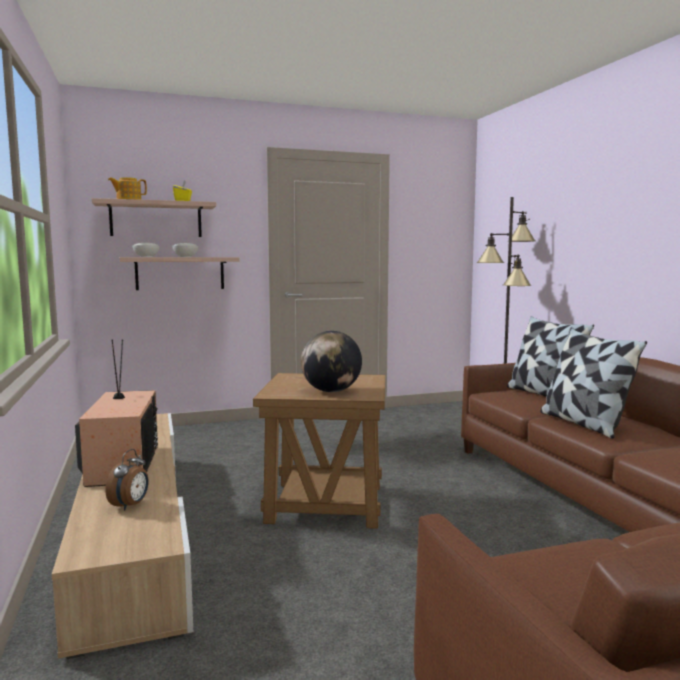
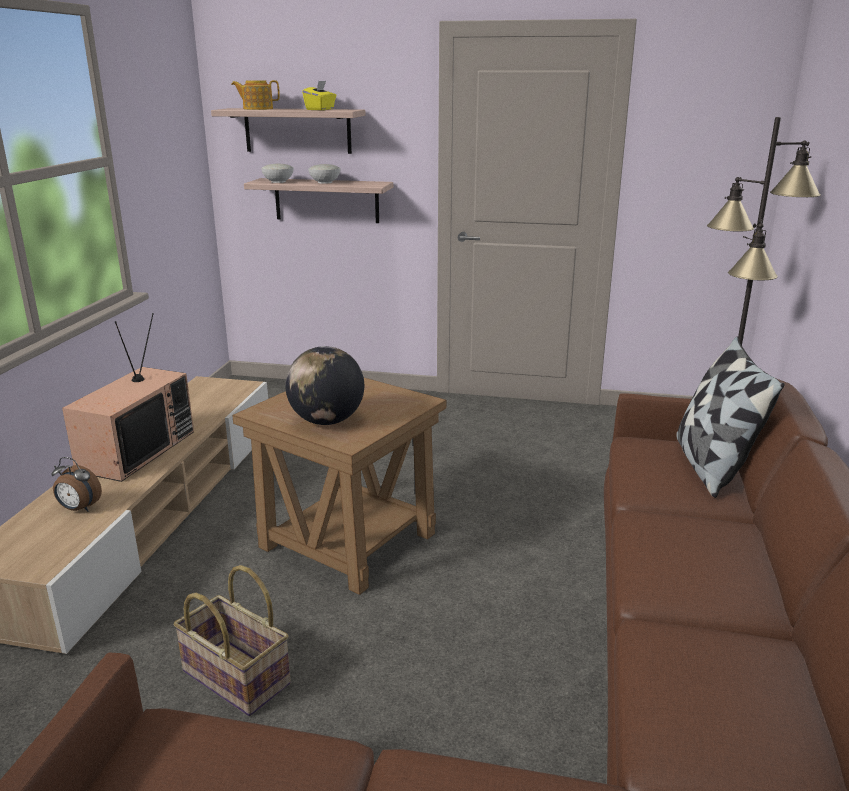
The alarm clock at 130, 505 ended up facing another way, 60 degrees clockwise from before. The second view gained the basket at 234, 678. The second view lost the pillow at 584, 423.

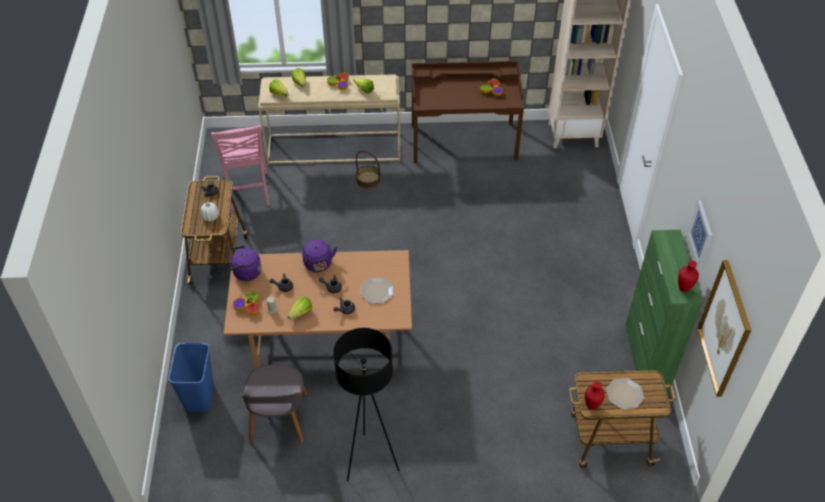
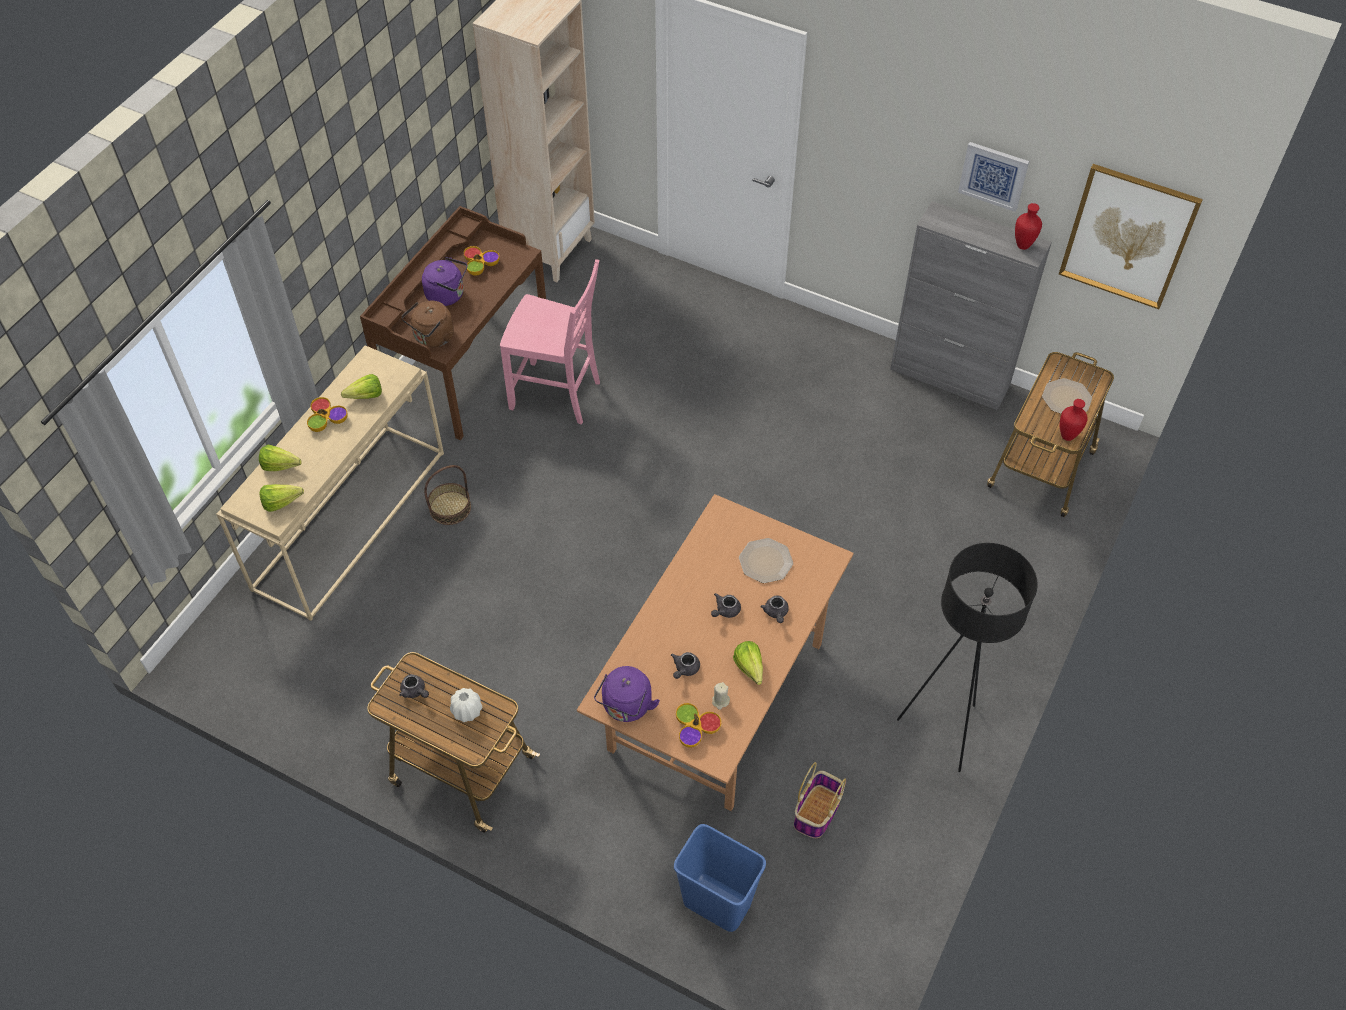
The second view gained the kettle (brown) at 432, 338. The kettle (purple) ended up elsewhere, having gone from 319, 265 to 448, 295. The chair (pink) ended up elsewhere, having gone from 248, 192 to 557, 395. Where the chair (grey) stood at 278, 419, the basket came to stand at 817, 813. What was the cabinet (green) at 646, 359 turned into the cabinet (grey) at 950, 378.

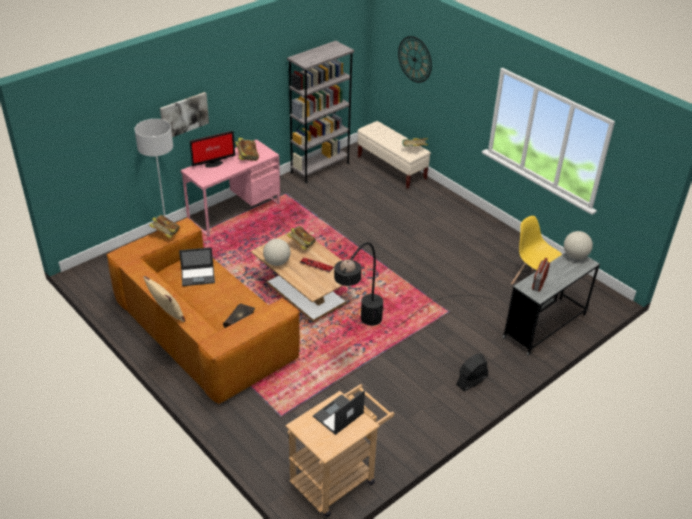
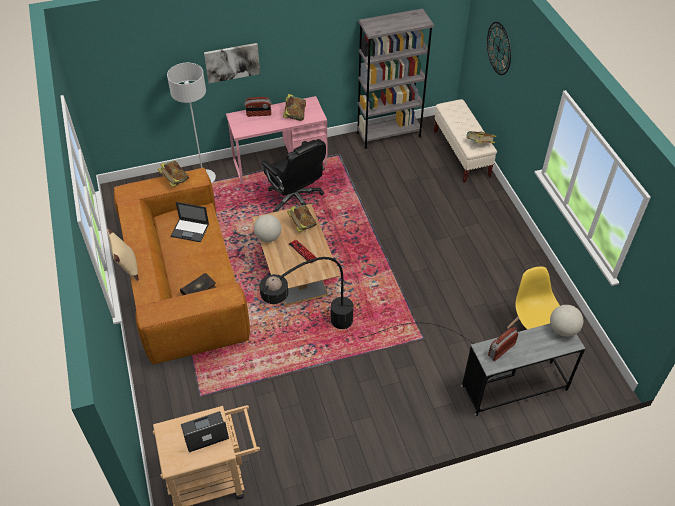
Where the monitor stood at 213, 164, the radio came to stand at 258, 114. The second view gained the office chair (black) at 295, 199. The second view lost the fan (black) at 471, 381.

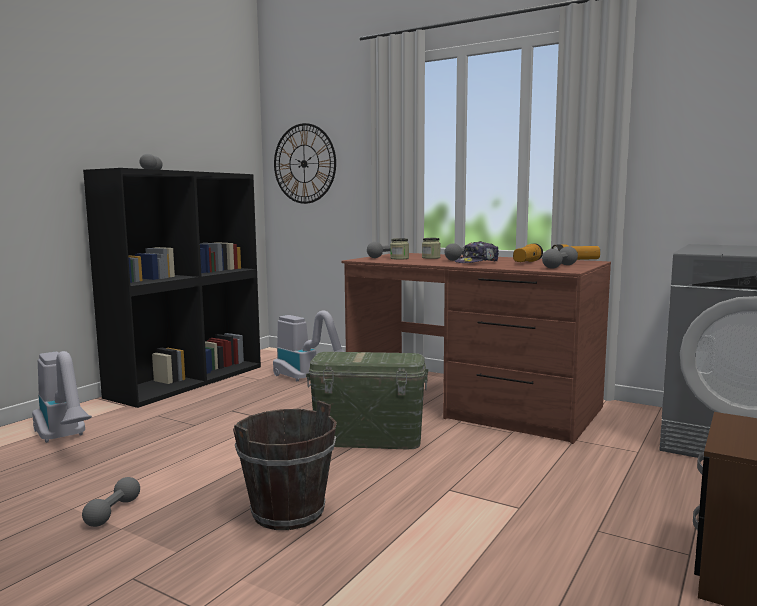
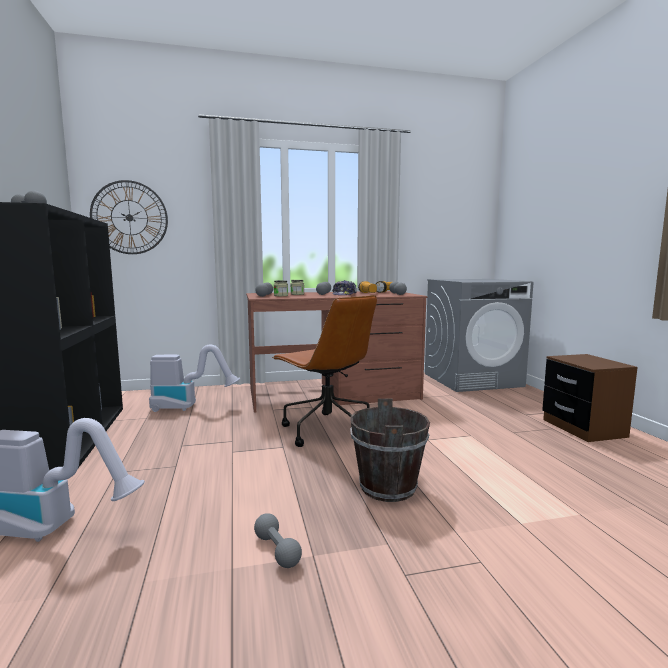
Where the storage box (green) stood at 368, 439, the office chair (brown) came to stand at 326, 430.

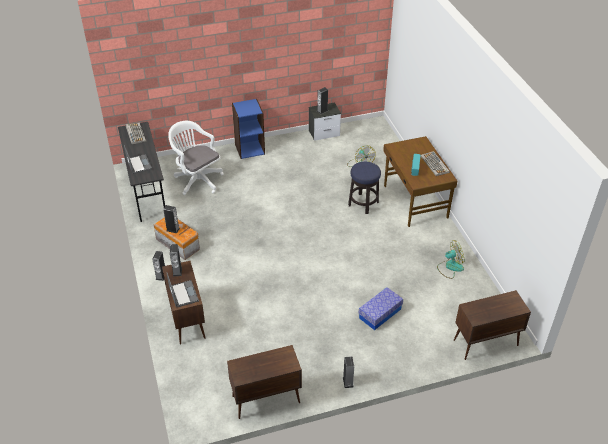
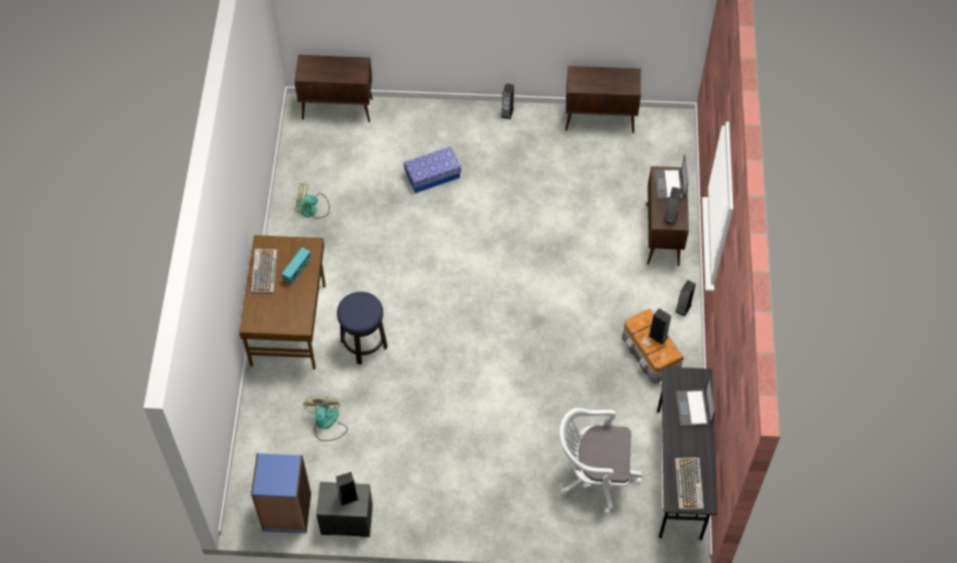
The bookcase (blue) ended up elsewhere, having gone from 249, 149 to 286, 512. The office chair (white) at 197, 179 ended up facing another way, 120 degrees clockwise from before.

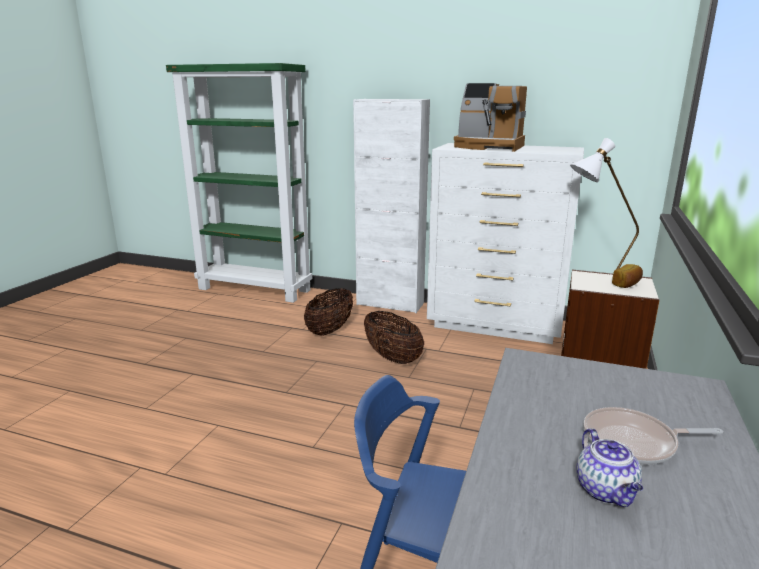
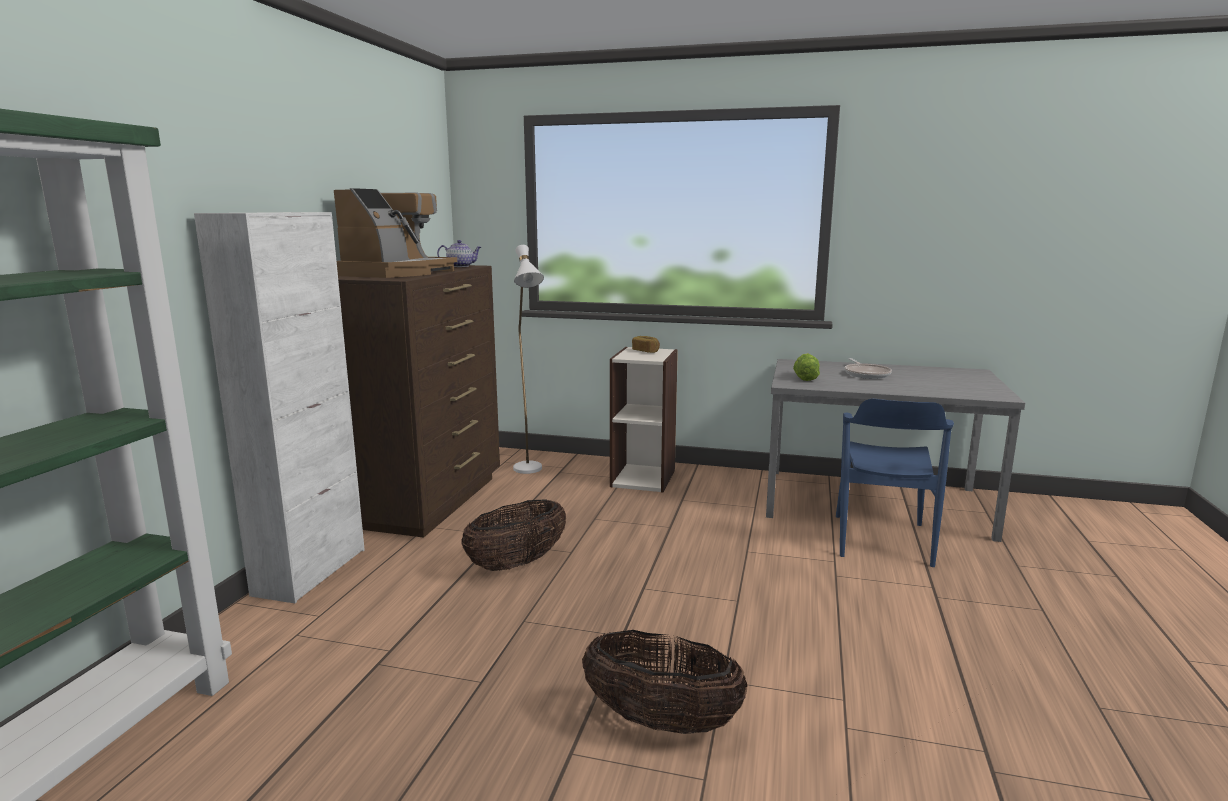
What was the dresser (white) at 496, 325 turned into the dresser (brown) at 431, 501. The teapot ended up elsewhere, having gone from 606, 491 to 461, 266. The basket ended up elsewhere, having gone from 330, 330 to 661, 721. The second view gained the lettuce at 805, 378.

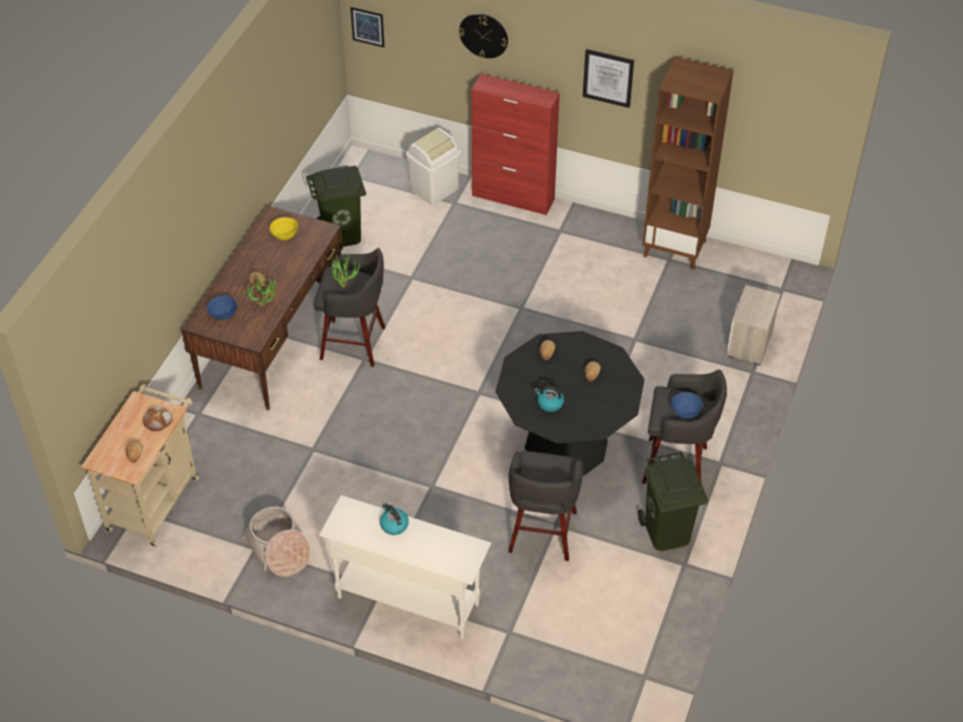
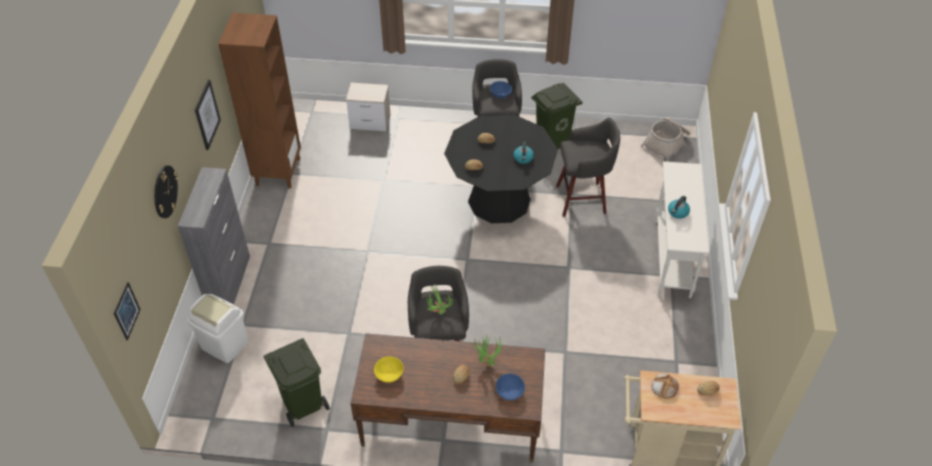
What was the cabinet (red) at 513, 197 turned into the cabinet (grey) at 229, 283. The basket ended up elsewhere, having gone from 279, 549 to 666, 143.

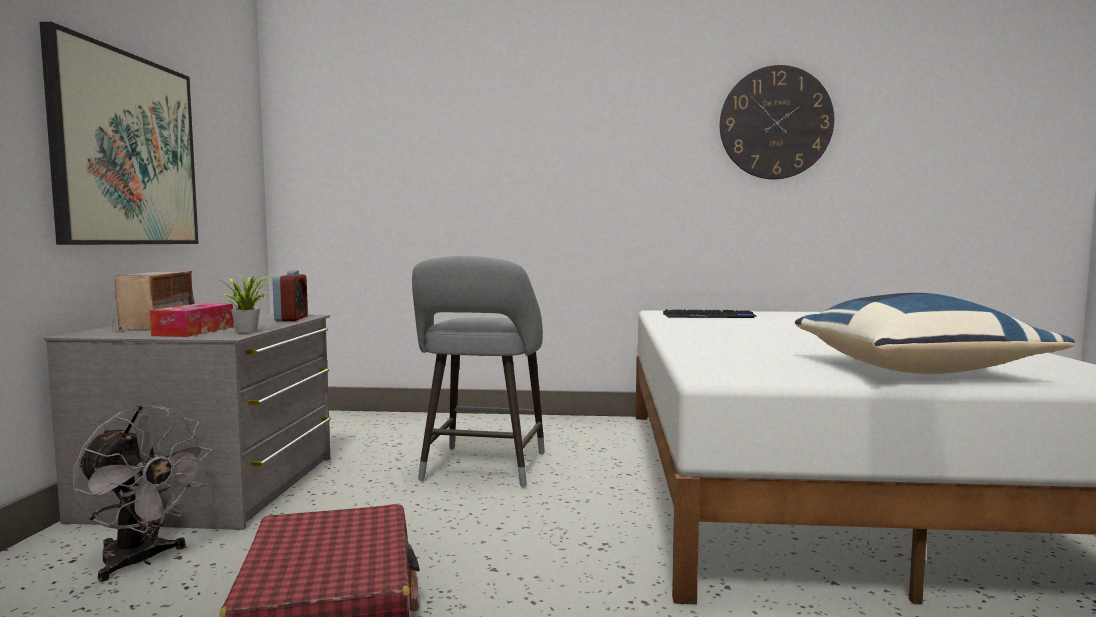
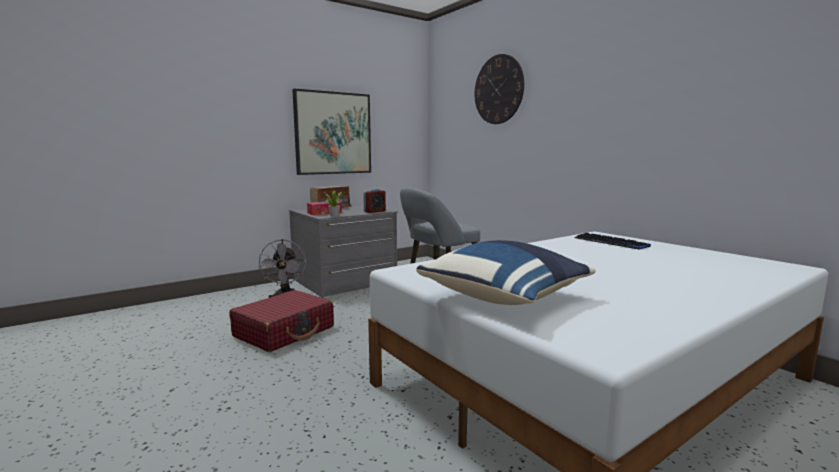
The wall clock ended up elsewhere, having gone from 775, 123 to 498, 89.

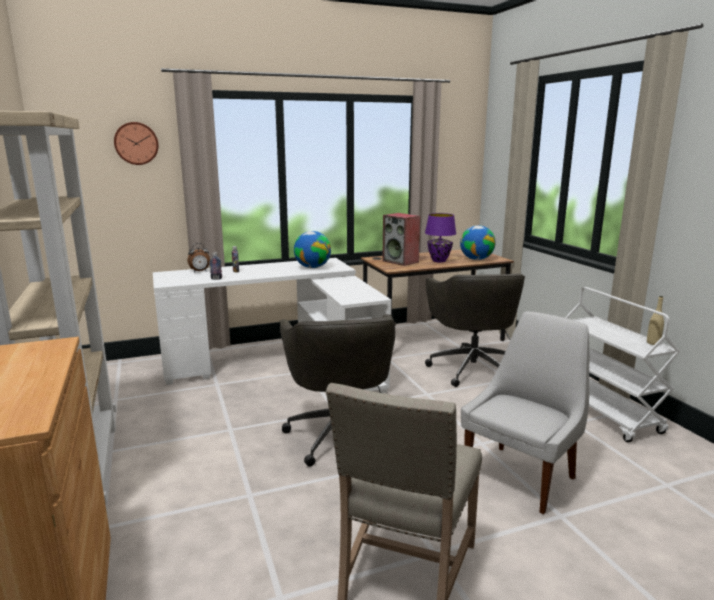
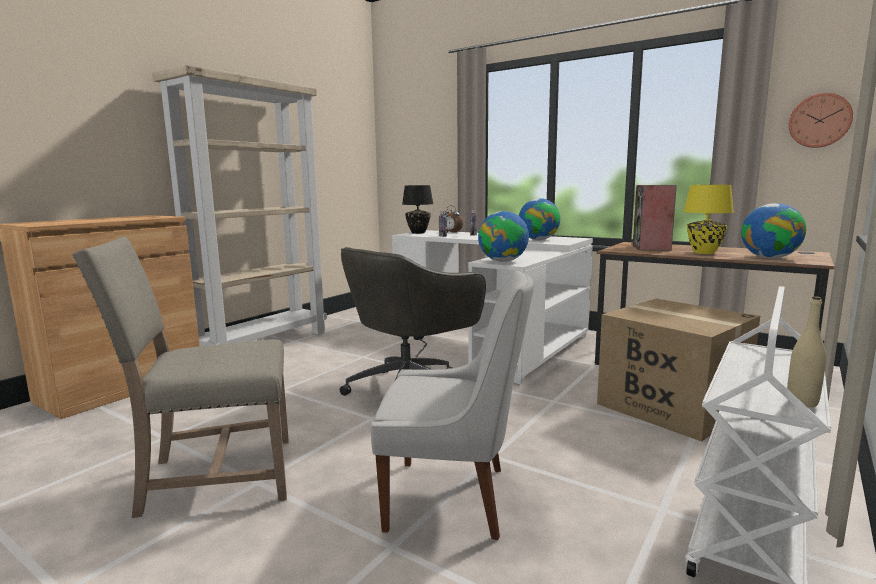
The second view gained the table lamp (black) at 418, 233. The second view gained the globe at 503, 261. Where the office chair (grey) stood at 472, 368, the cardboard box came to stand at 671, 406. What was the table lamp (purple) at 439, 261 turned into the table lamp (yellow) at 704, 252. The wall clock ended up elsewhere, having gone from 136, 143 to 819, 121.

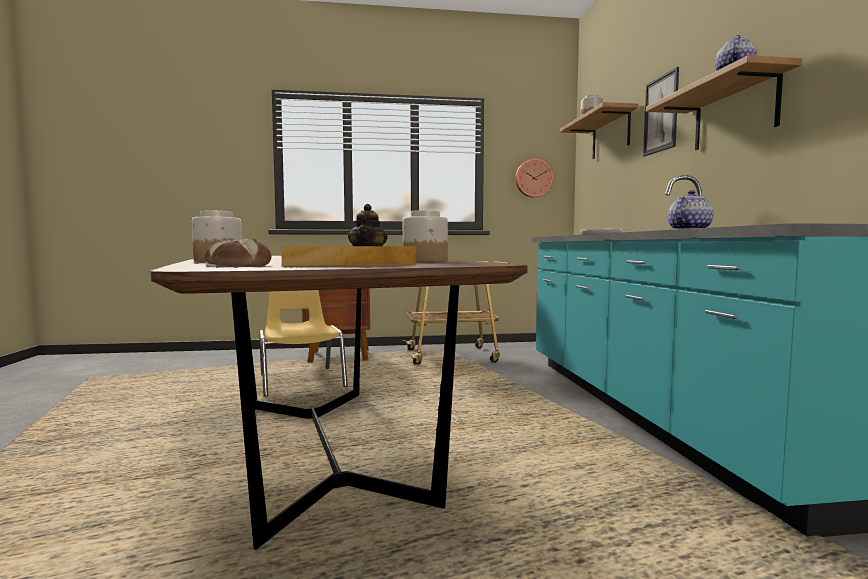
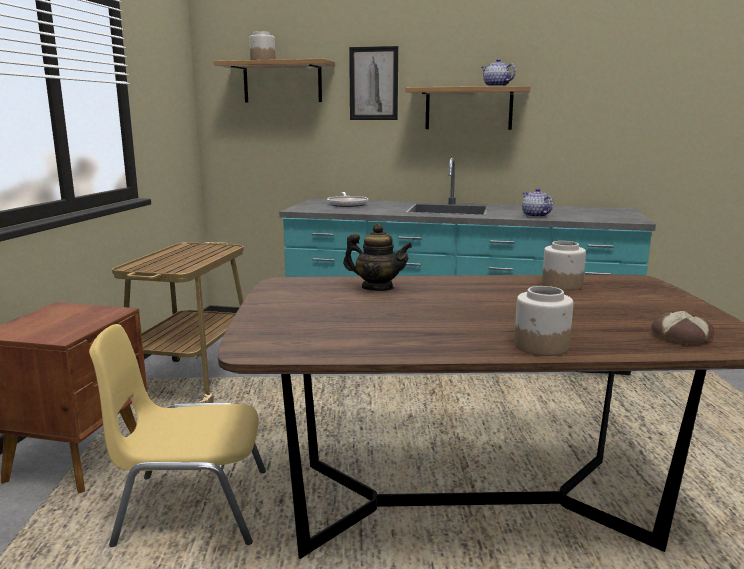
The second view lost the tray (beige) at 346, 262. The second view lost the wall clock at 533, 178.

